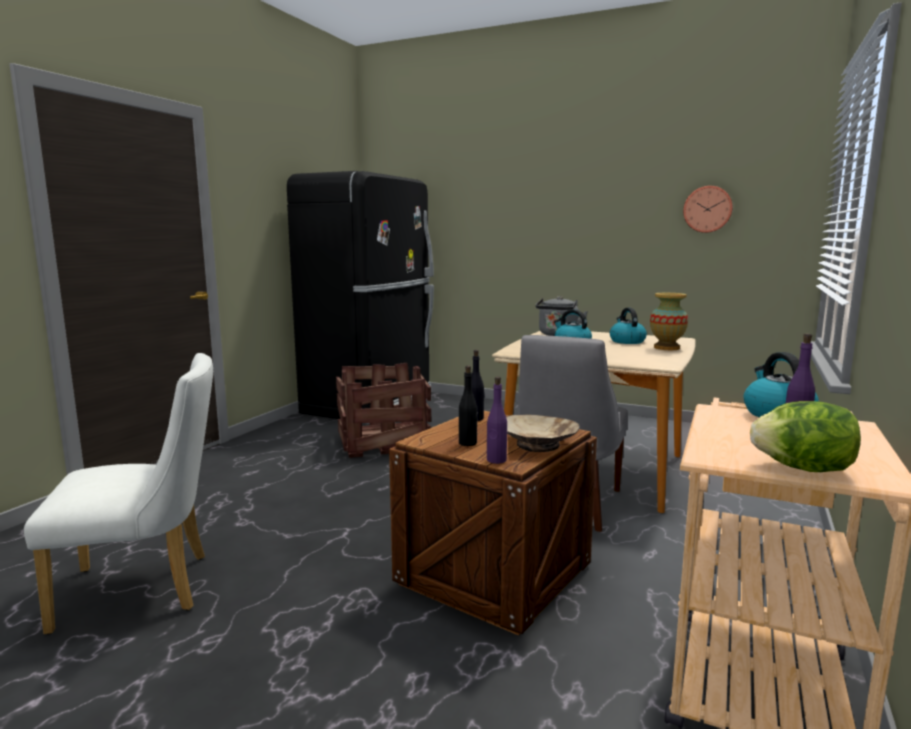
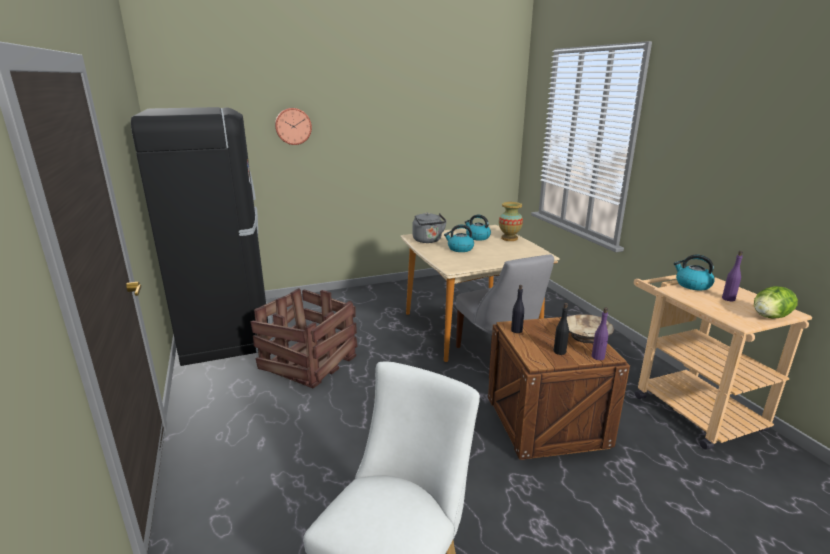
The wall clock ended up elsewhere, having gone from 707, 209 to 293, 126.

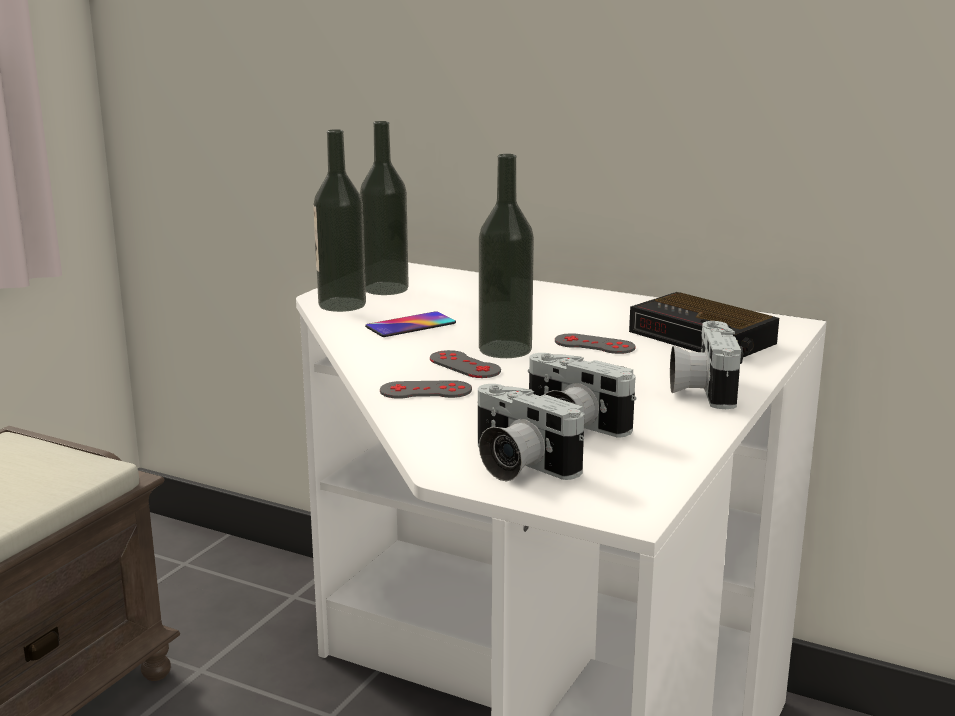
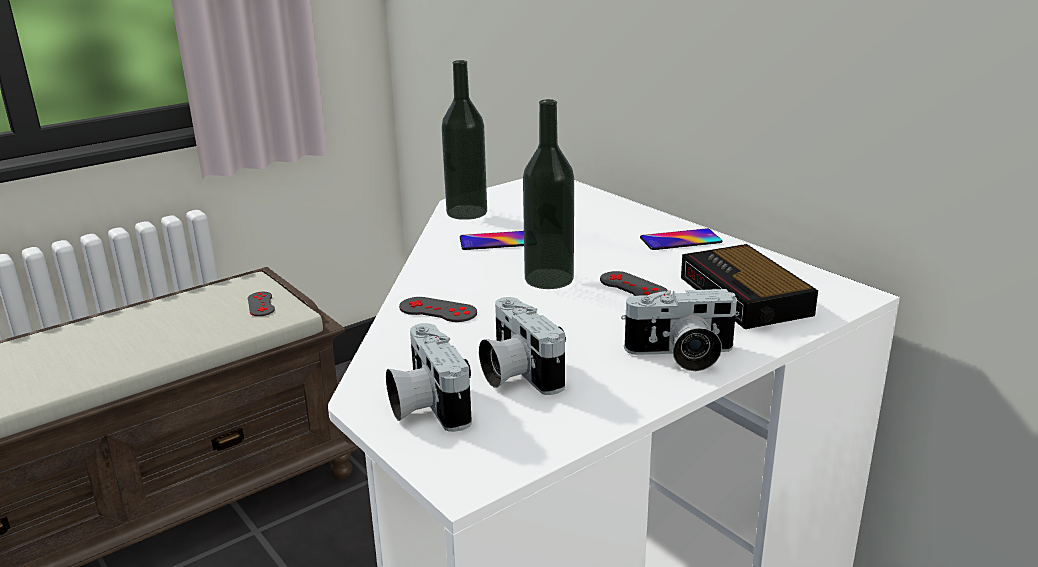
The game controller (grey) ended up elsewhere, having gone from 464, 365 to 261, 304. The photo camera at 701, 389 ended up facing another way, 120 degrees counterclockwise from before. The second view gained the phone at 680, 240. The second view lost the bottle at 385, 288.

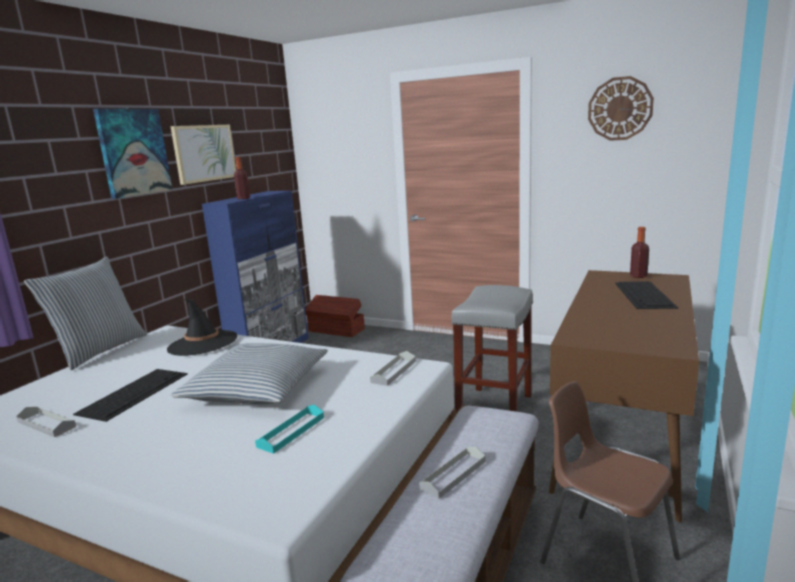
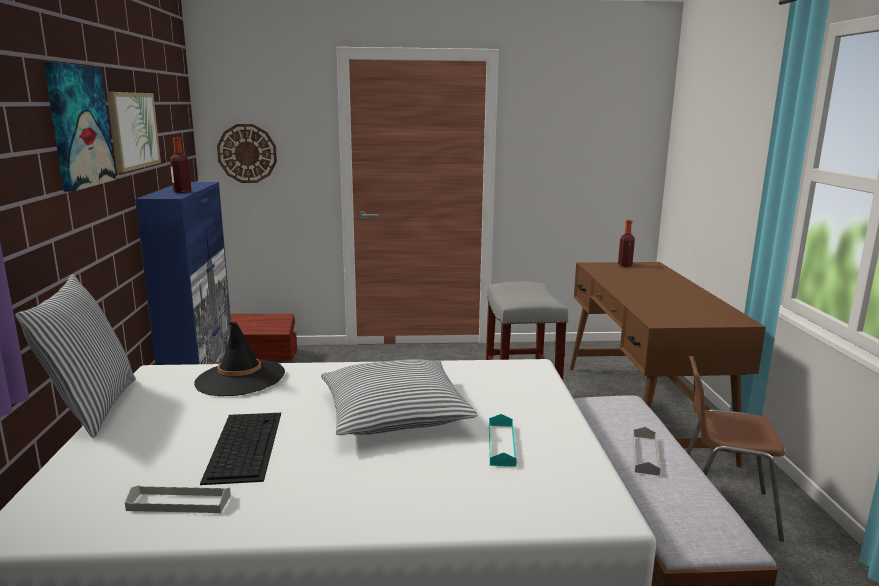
The wall clock ended up elsewhere, having gone from 620, 109 to 247, 153. The second view lost the tray (grey) at 393, 371. The second view lost the keyboard at 644, 295.

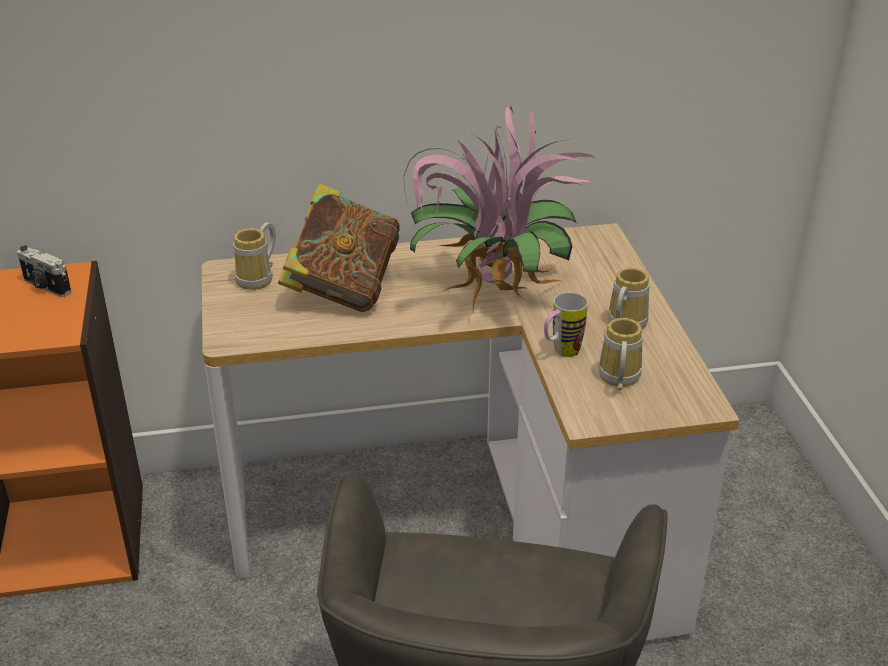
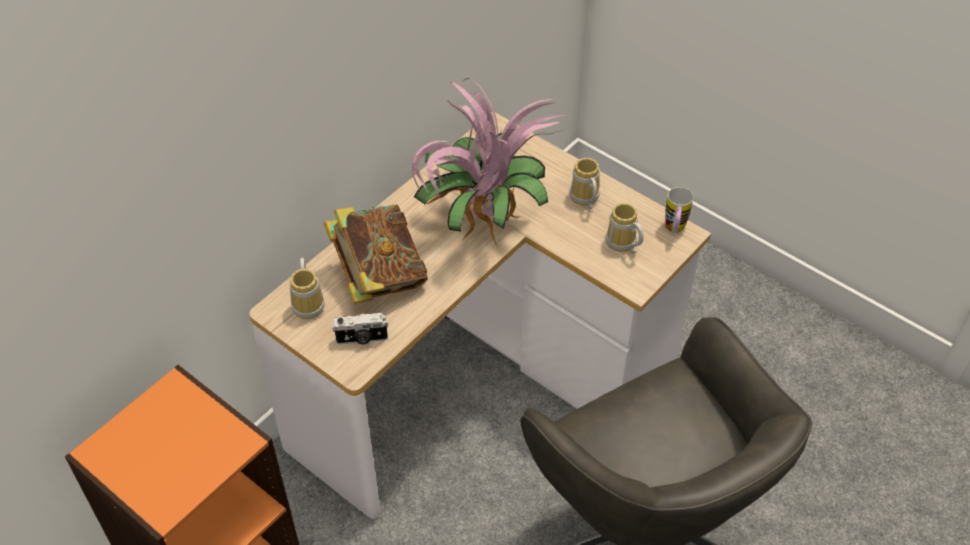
The photo camera ended up elsewhere, having gone from 45, 287 to 362, 339. The mug ended up elsewhere, having gone from 561, 353 to 674, 231.

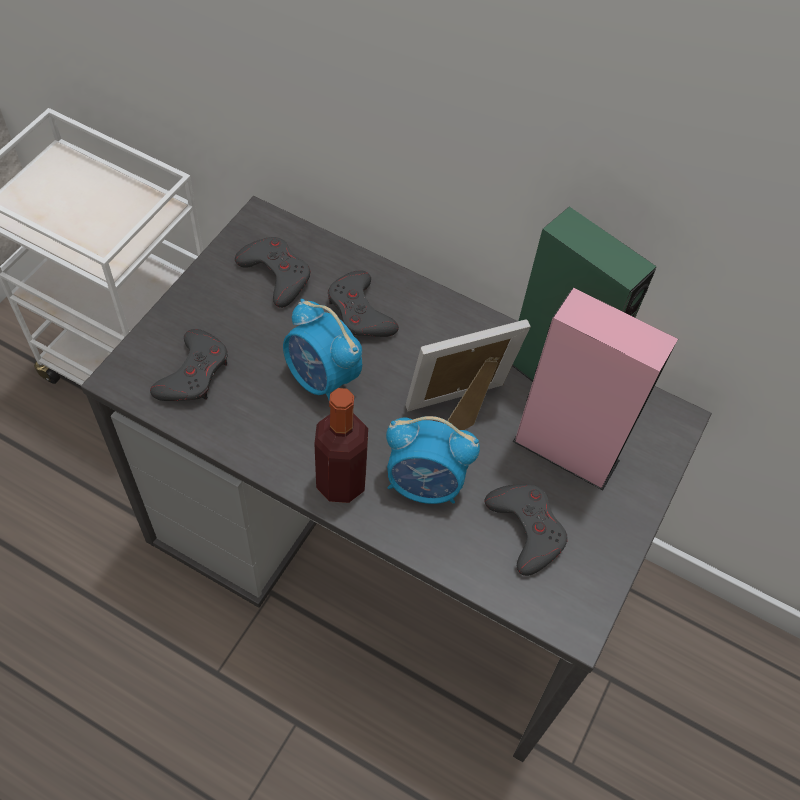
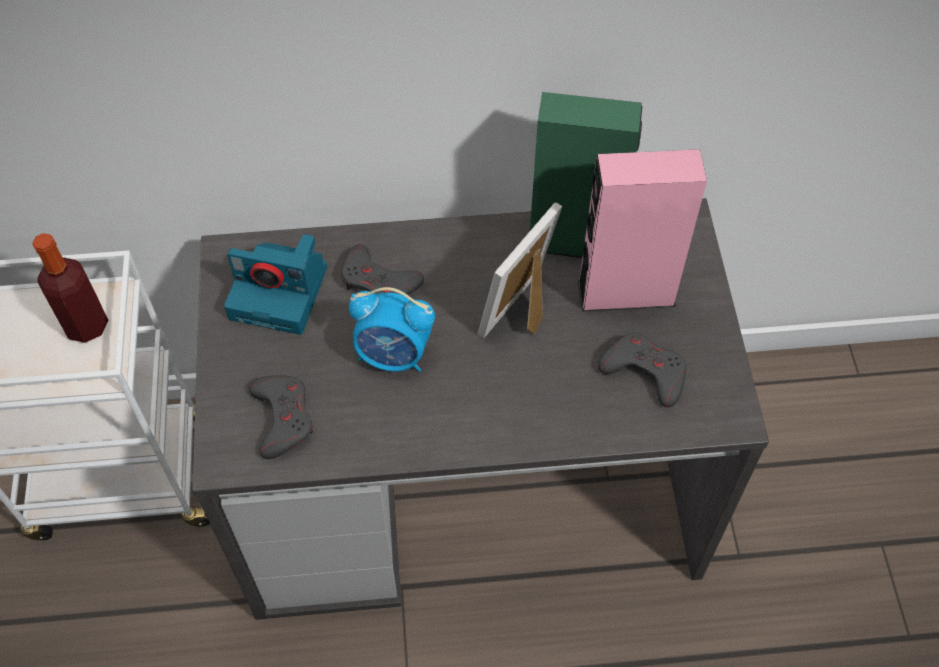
The bottle ended up elsewhere, having gone from 341, 482 to 86, 325. Where the game controller (grey) stood at 276, 274, the photo camera came to stand at 281, 292. The second view lost the alarm clock at 425, 484.

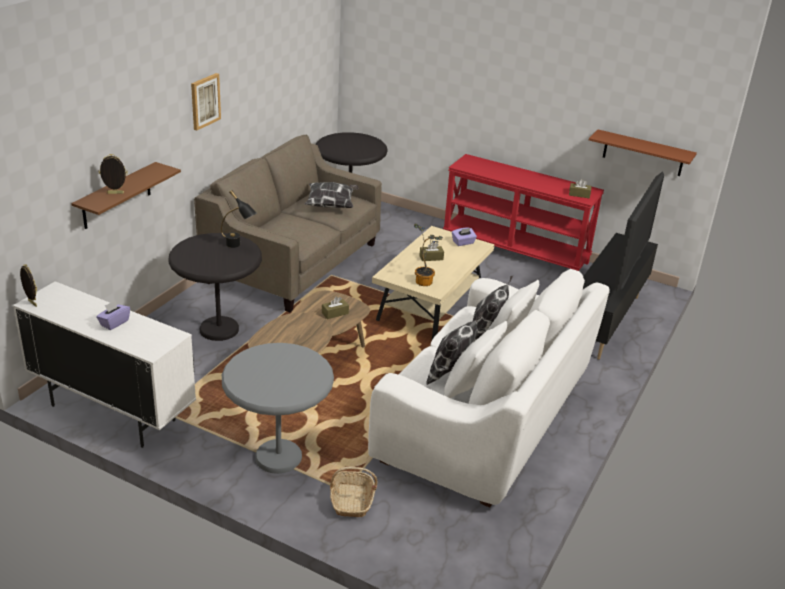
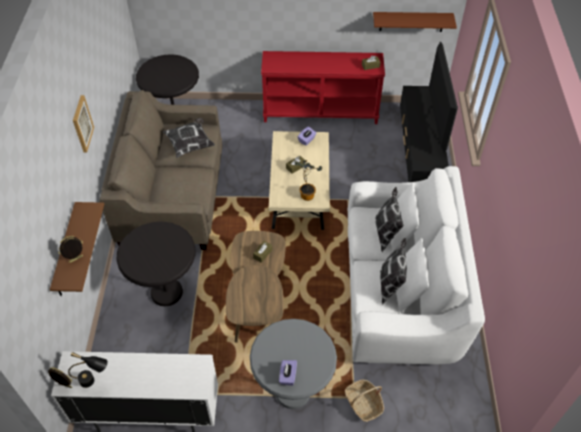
The table lamp (black) ended up elsewhere, having gone from 238, 246 to 94, 381. The tissue box (purple) ended up elsewhere, having gone from 114, 323 to 287, 376.

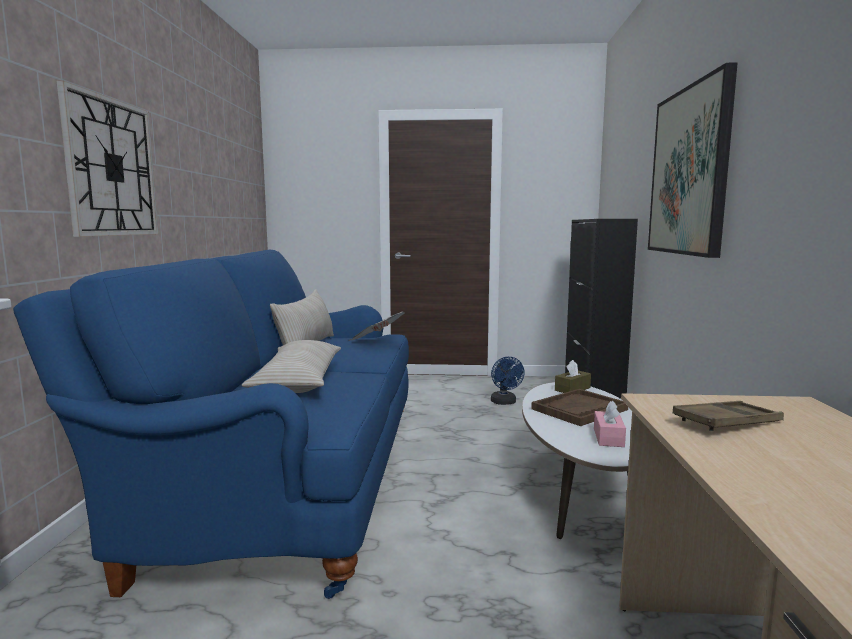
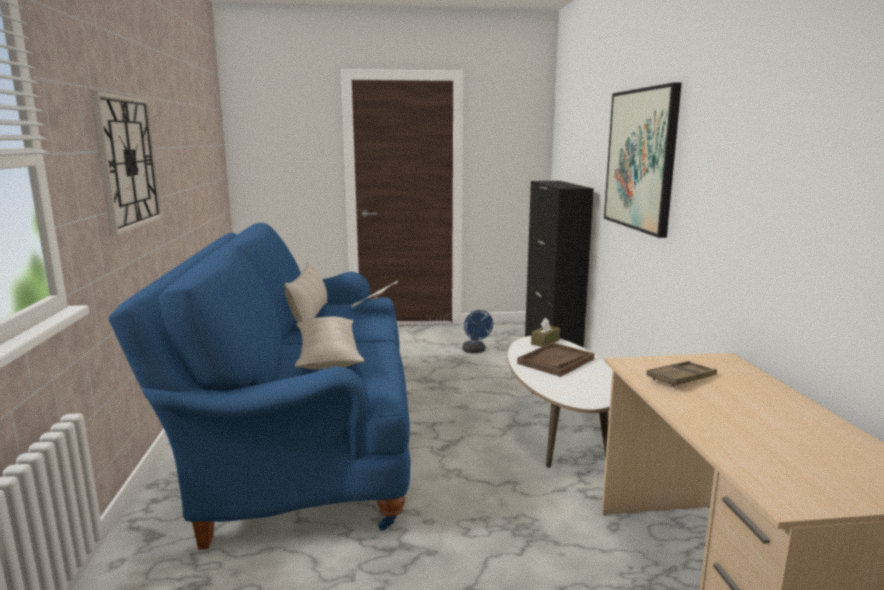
The second view lost the tissue box (pink) at 608, 437.

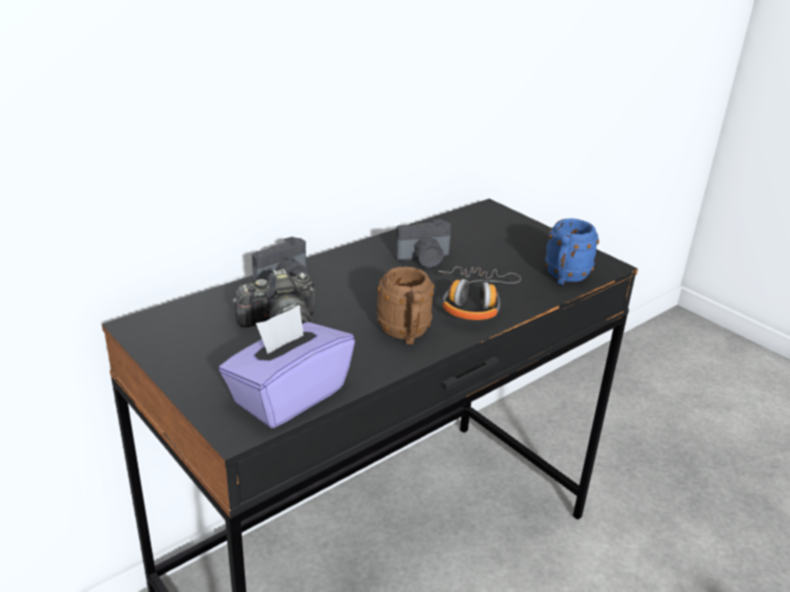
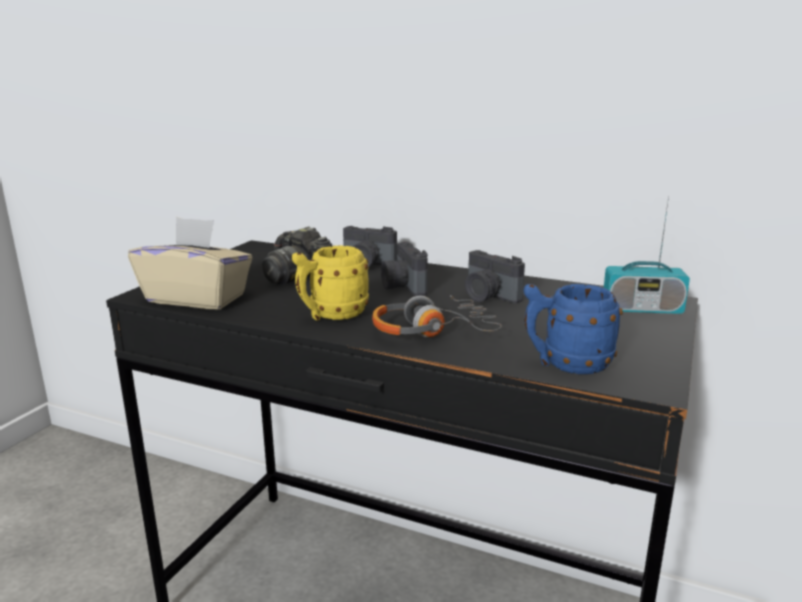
What was the tissue box (purple) at 288, 396 turned into the tissue box (beige) at 197, 298. What was the mug (brown) at 405, 334 turned into the mug (yellow) at 331, 315. The second view gained the photo camera at 402, 286. The second view gained the radio at 642, 309.

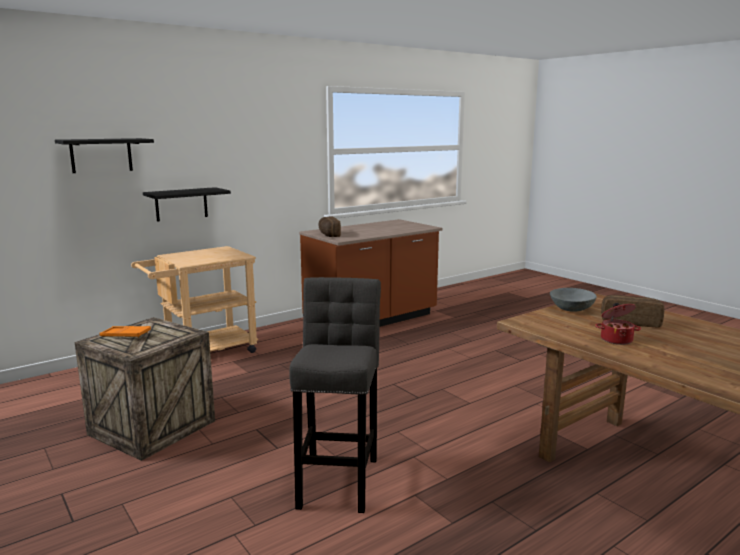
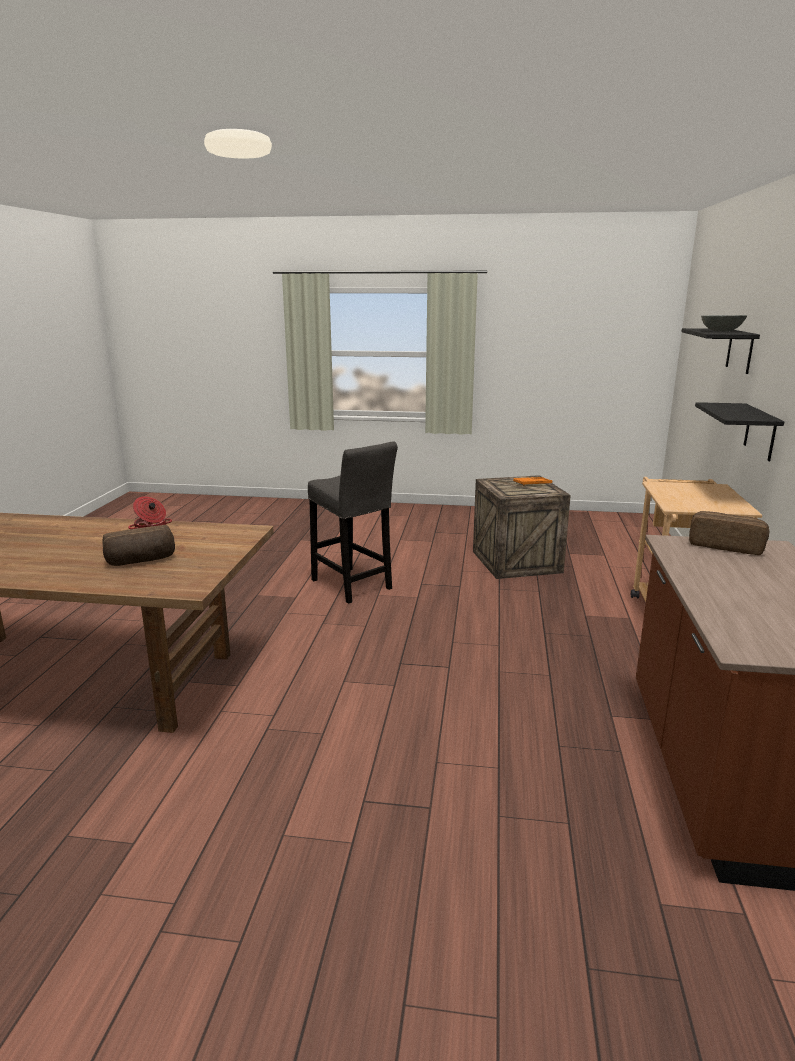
The bowl (grey) ended up elsewhere, having gone from 571, 309 to 722, 331.

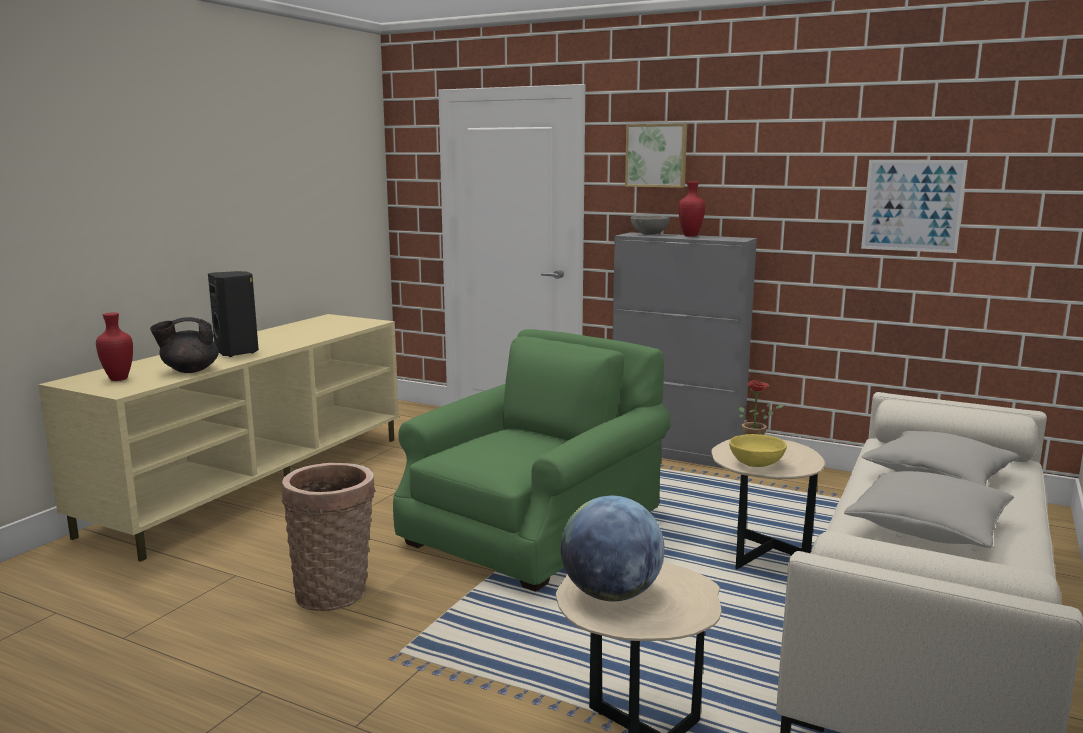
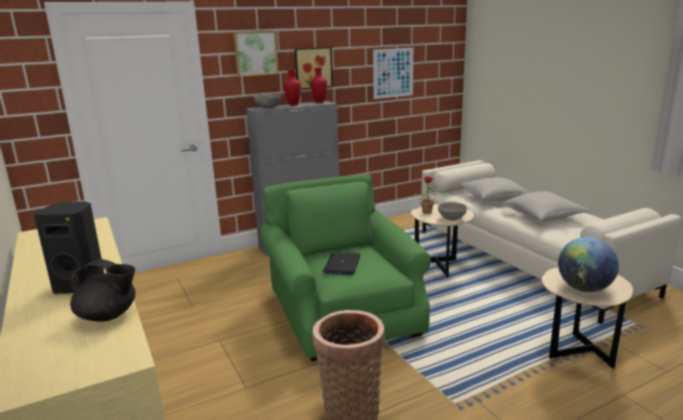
The teapot (black) at 189, 370 ended up facing another way, 90 degrees counterclockwise from before. The second view gained the picture at 313, 68. The vase (red) ended up elsewhere, having gone from 117, 379 to 319, 102. The second view gained the laptop at 342, 264. What was the bowl (yellow) at 756, 464 turned into the bowl (grey) at 452, 218.

